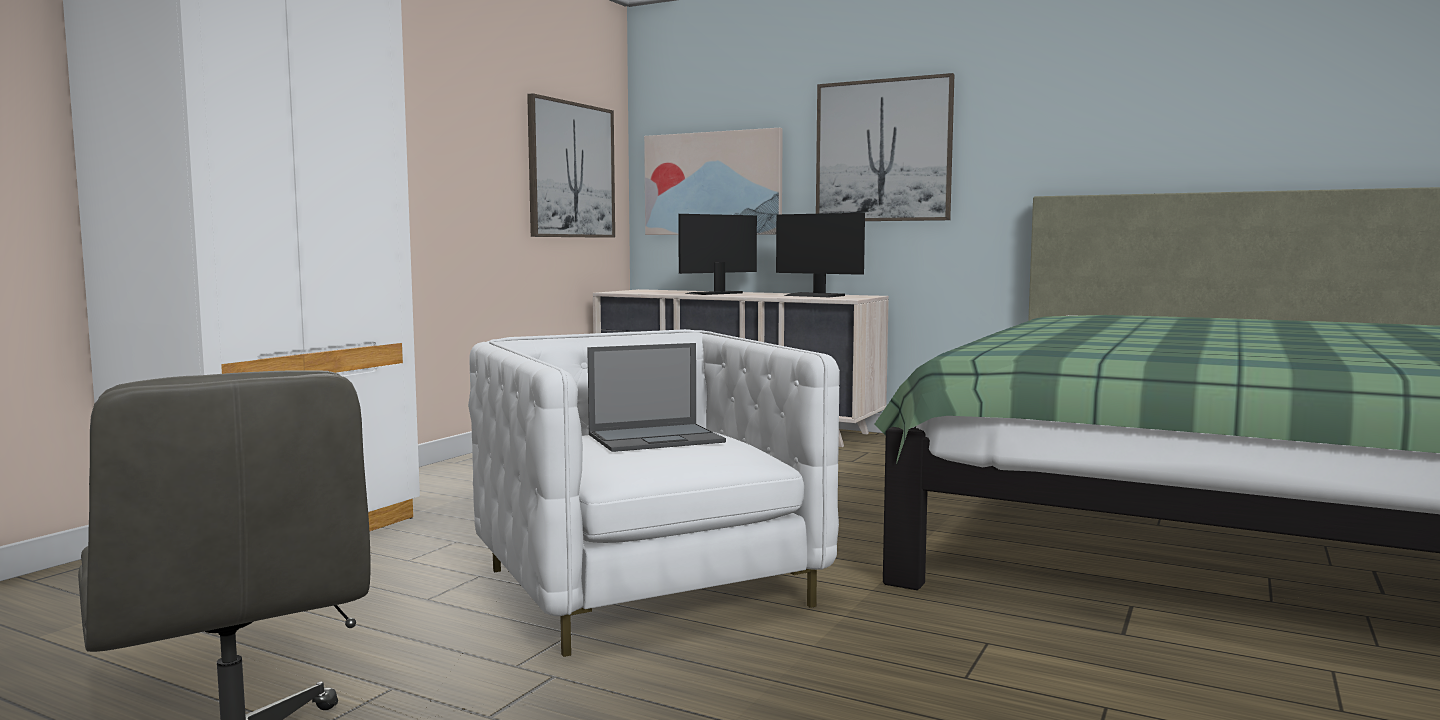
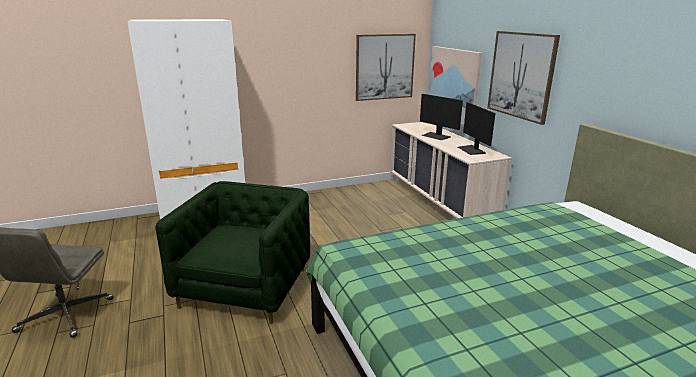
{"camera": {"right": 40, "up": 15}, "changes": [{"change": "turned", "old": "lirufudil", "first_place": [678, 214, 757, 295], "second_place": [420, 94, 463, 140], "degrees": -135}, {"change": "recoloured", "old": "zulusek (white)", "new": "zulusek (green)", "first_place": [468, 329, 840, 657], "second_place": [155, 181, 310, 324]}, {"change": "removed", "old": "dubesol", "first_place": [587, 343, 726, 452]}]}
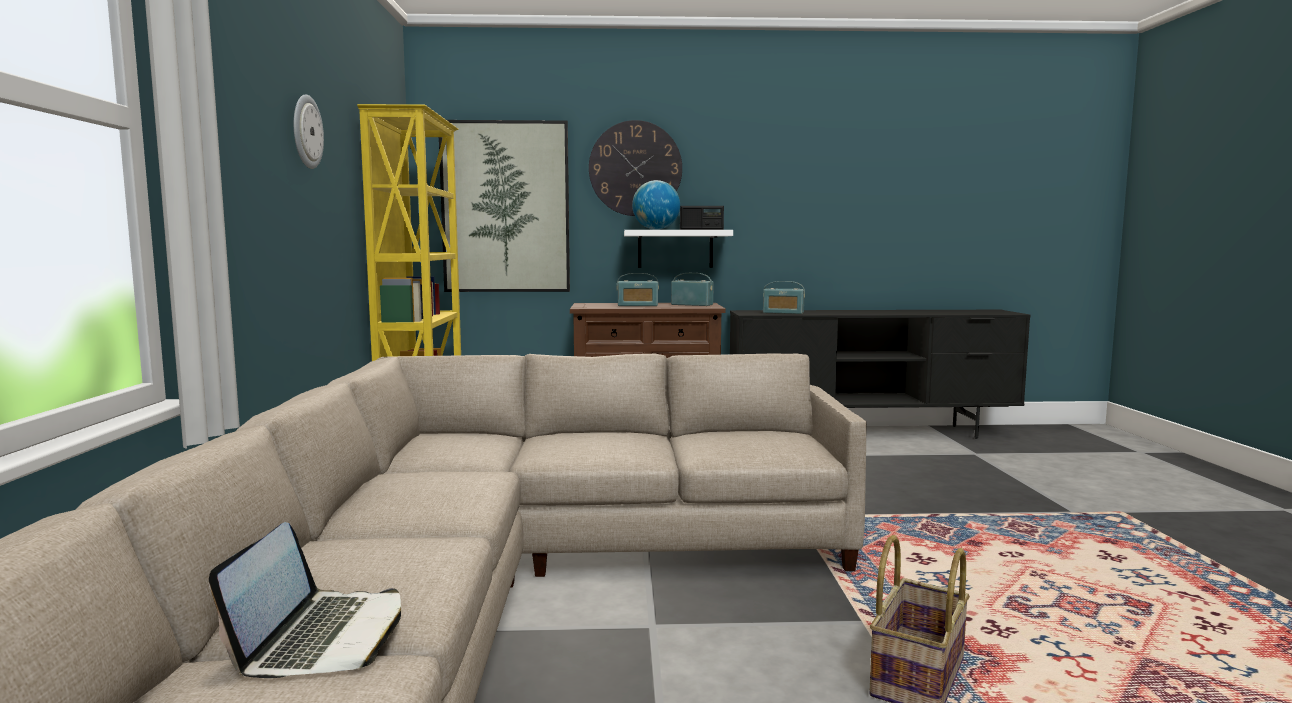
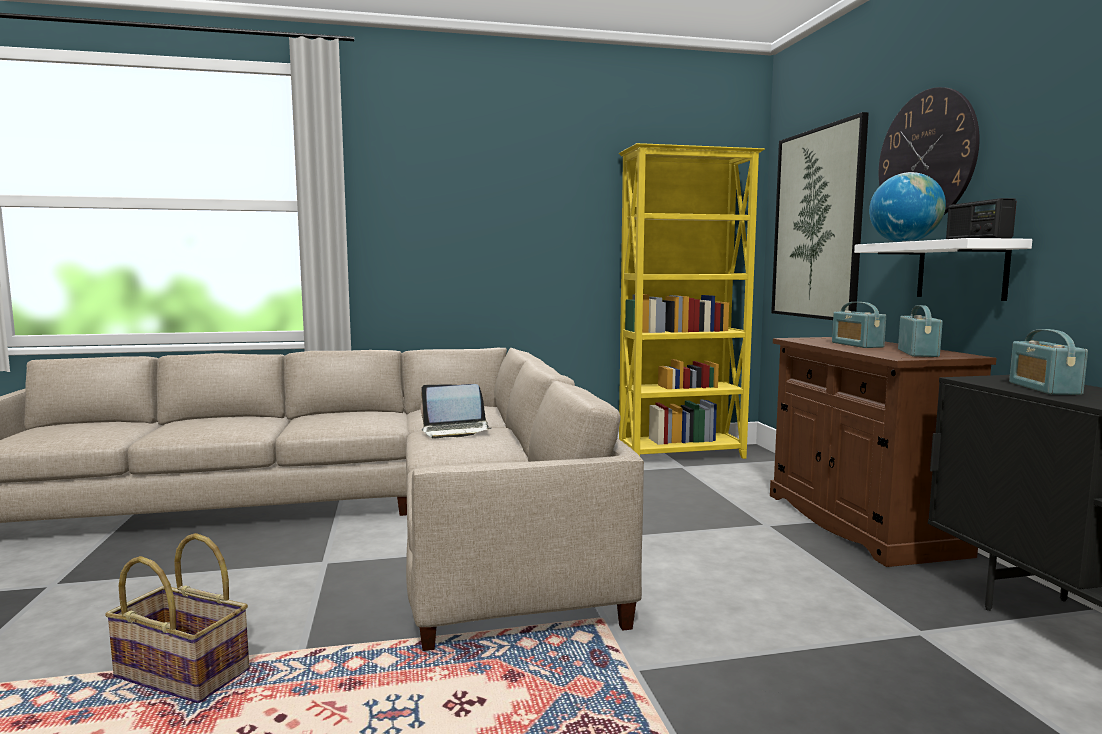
{"camera": {"right": 80, "up": 0}, "changes": [{"change": "removed", "old": "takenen", "first_place": [294, 94, 324, 169]}, {"change": "moved", "old": "dubesol", "first_place": [209, 522, 401, 678], "second_place": [421, 384, 491, 438]}]}
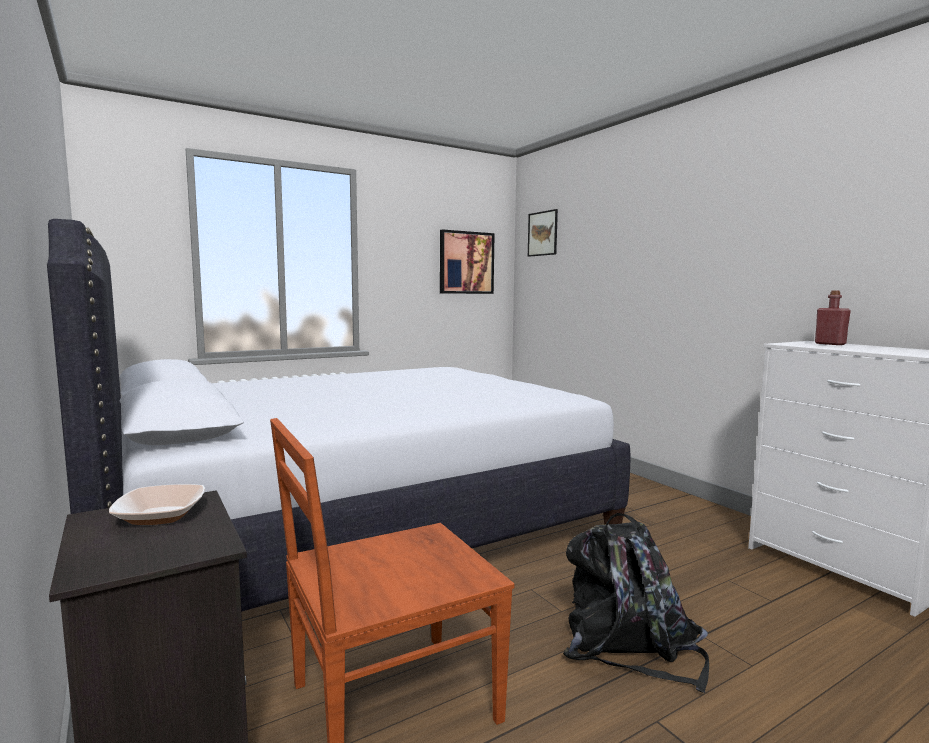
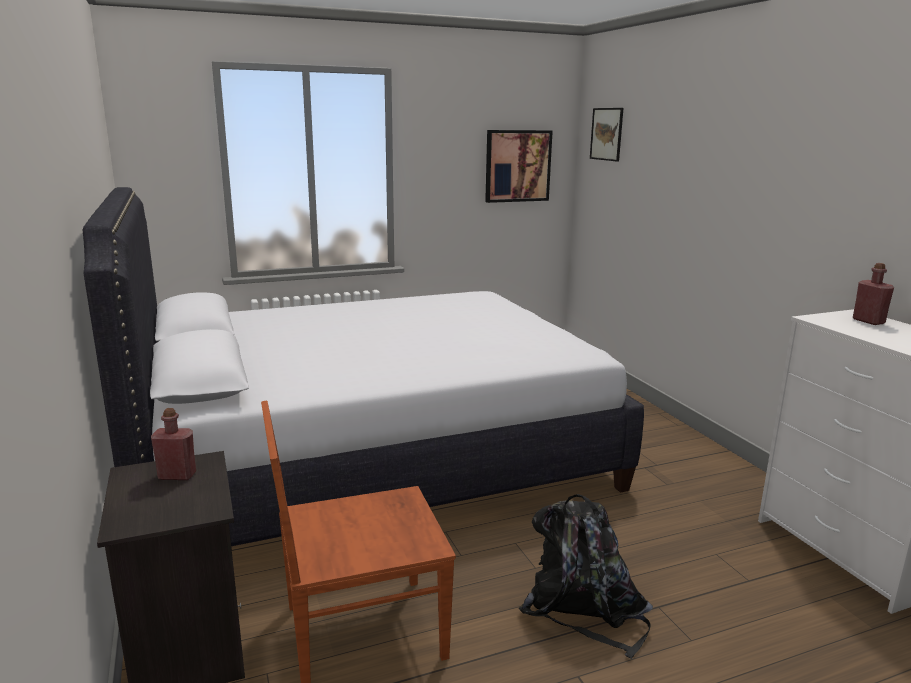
{"camera": {"right": 10, "up": 10}, "changes": [{"change": "replaced", "old": "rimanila", "new": "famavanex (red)", "first_place": [109, 484, 205, 525], "second_place": [151, 408, 196, 480]}]}
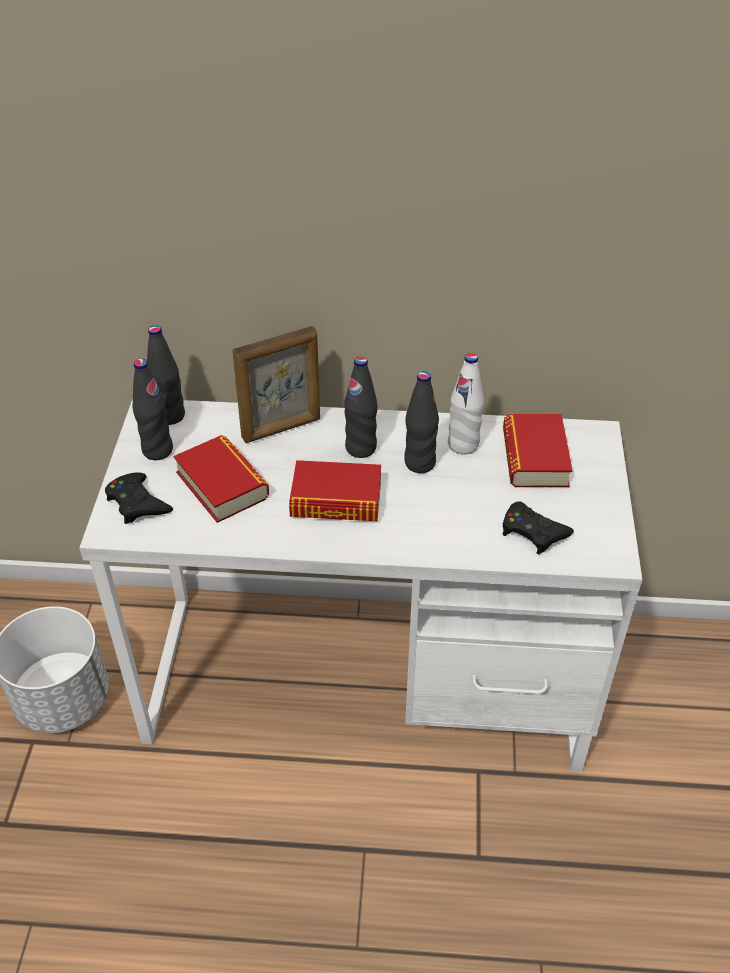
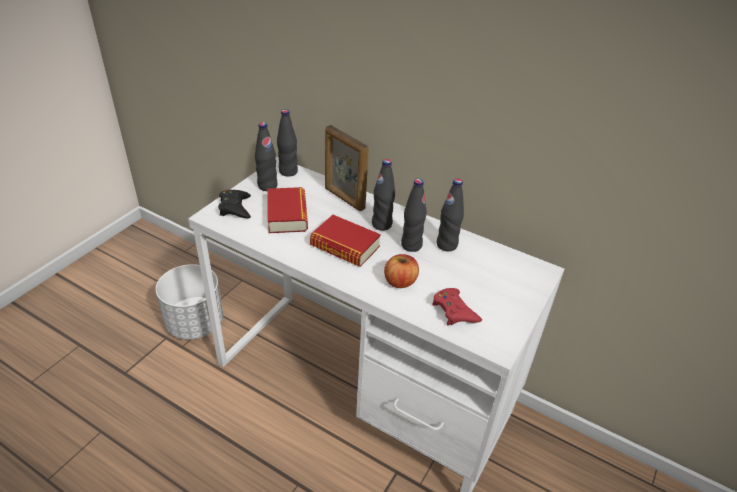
{"camera": {"right": 25, "up": -5}, "changes": [{"change": "turned", "old": "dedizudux", "first_place": [233, 326, 320, 443], "second_place": [325, 125, 369, 212], "degrees": 45}, {"change": "recoloured", "old": "famavanex (white)", "new": "famavanex (black)", "first_place": [448, 353, 484, 455], "second_place": [437, 179, 464, 252]}, {"change": "removed", "old": "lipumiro", "first_place": [503, 414, 573, 487]}, {"change": "recoloured", "old": "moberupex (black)", "new": "moberupex (red)", "first_place": [503, 501, 574, 555], "second_place": [432, 288, 482, 325]}, {"change": "added", "new": "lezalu", "second_place": [384, 254, 419, 288]}]}
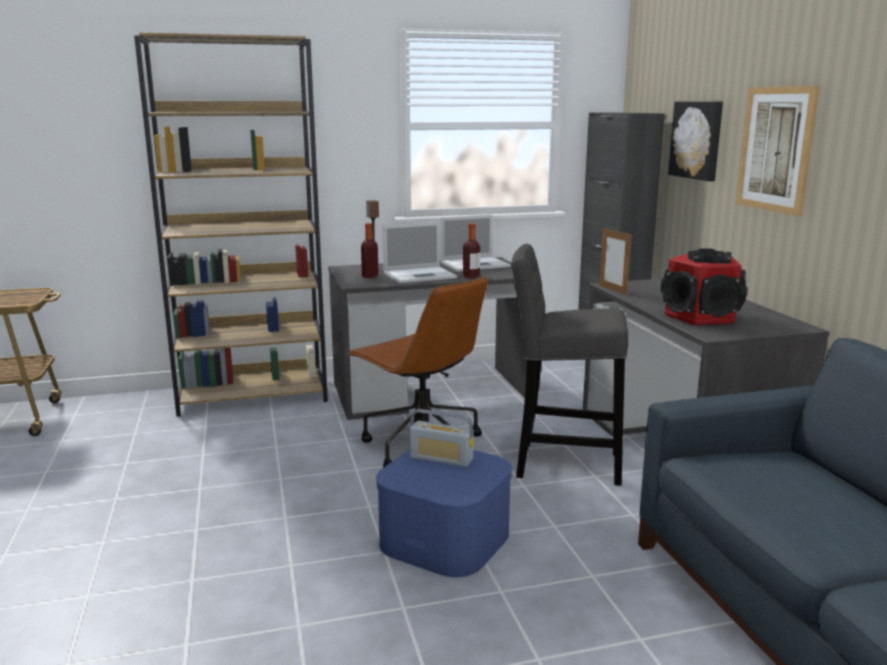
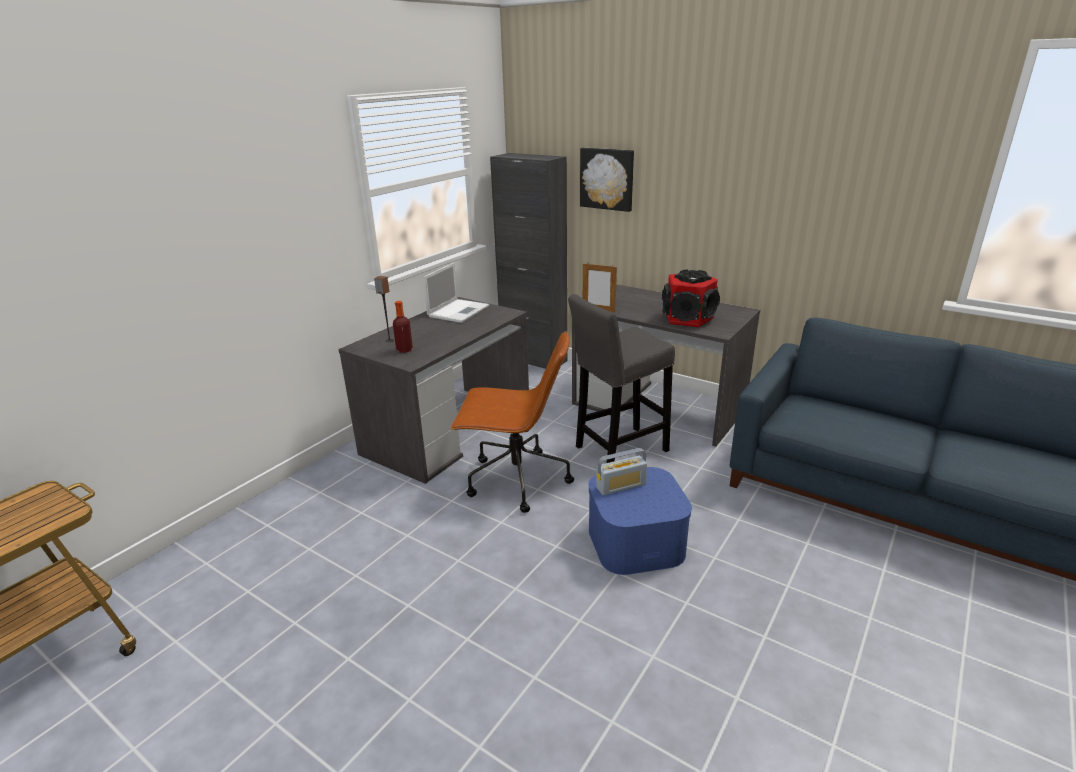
{"camera": {"right": -40, "up": 10}, "changes": [{"change": "removed", "old": "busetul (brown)", "first_place": [134, 32, 328, 417]}, {"change": "removed", "old": "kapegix", "first_place": [736, 86, 820, 216]}, {"change": "removed", "old": "dubesol", "first_place": [382, 222, 457, 283]}, {"change": "removed", "old": "famavanex", "first_place": [463, 223, 480, 278]}]}
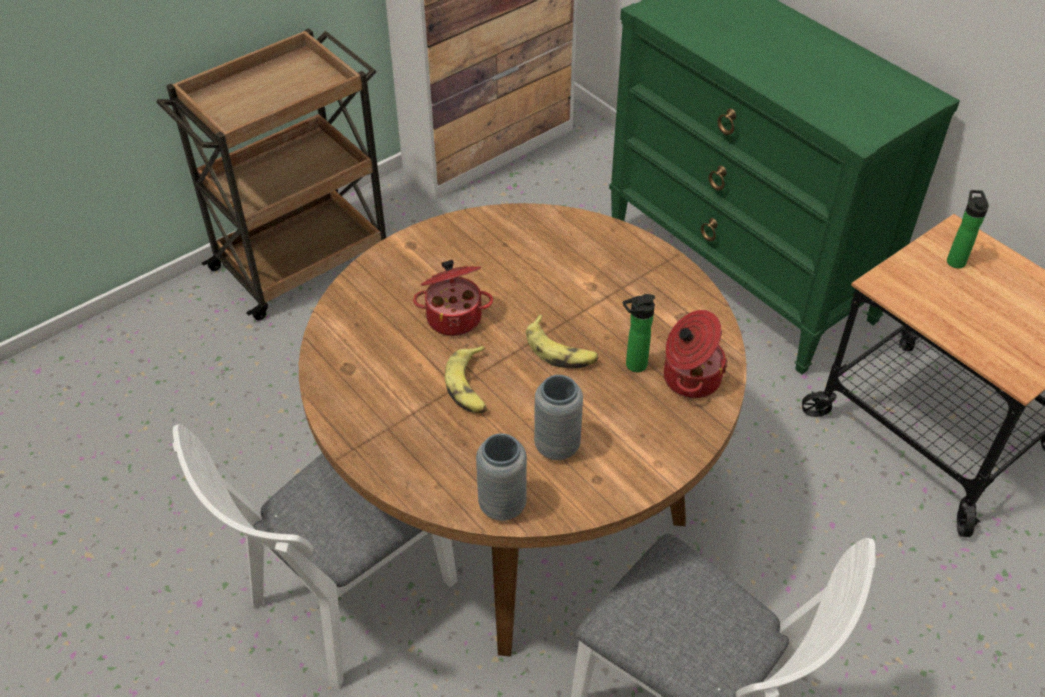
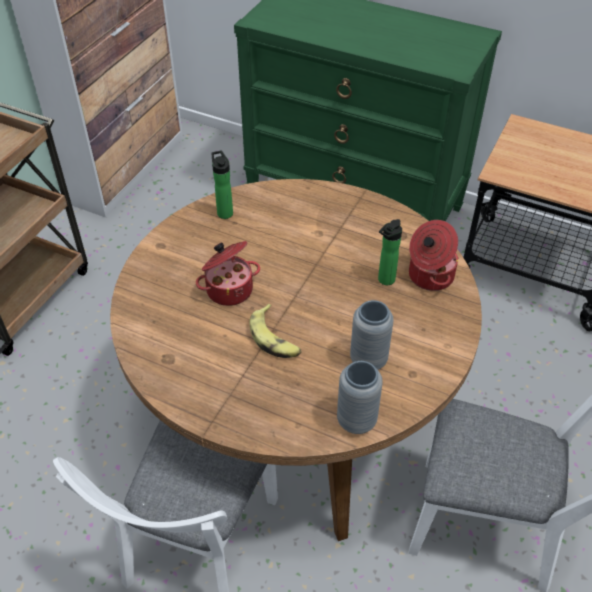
{"camera": {"right": -25, "up": 0}, "changes": [{"change": "moved", "old": "famavanex", "first_place": [947, 190, 989, 268], "second_place": [212, 151, 233, 219]}, {"change": "removed", "old": "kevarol", "first_place": [526, 315, 599, 369]}]}
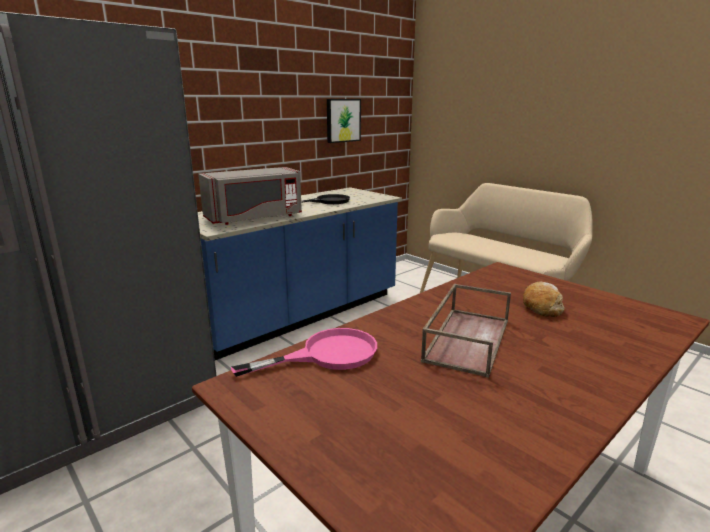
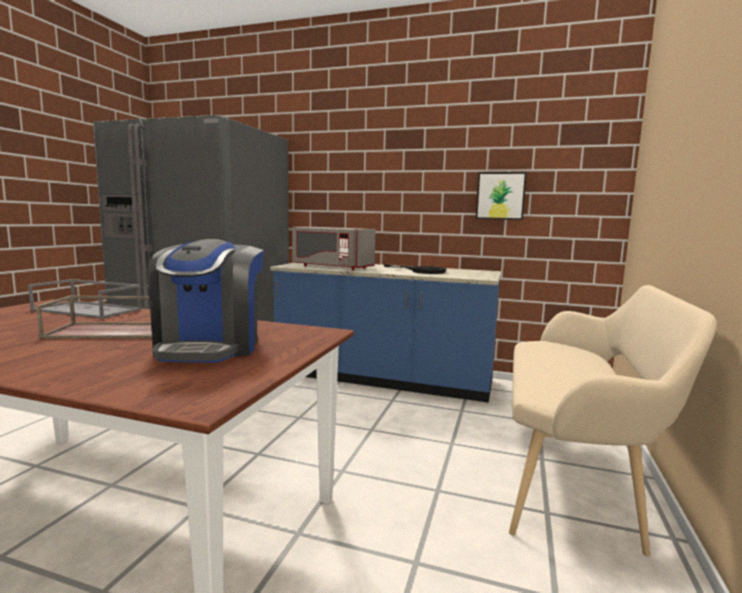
{"camera": {"right": 60, "up": -10}, "changes": [{"change": "replaced", "old": "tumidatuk", "new": "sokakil", "first_place": [523, 282, 565, 317], "second_place": [148, 239, 264, 363]}, {"change": "replaced", "old": "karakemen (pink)", "new": "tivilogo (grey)", "first_place": [231, 328, 377, 377], "second_place": [28, 279, 142, 319]}]}
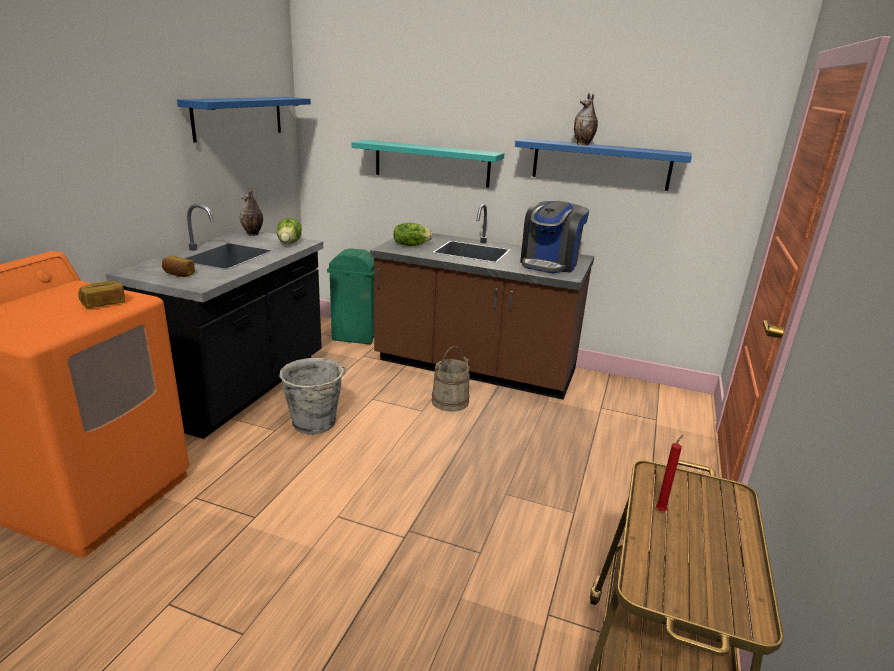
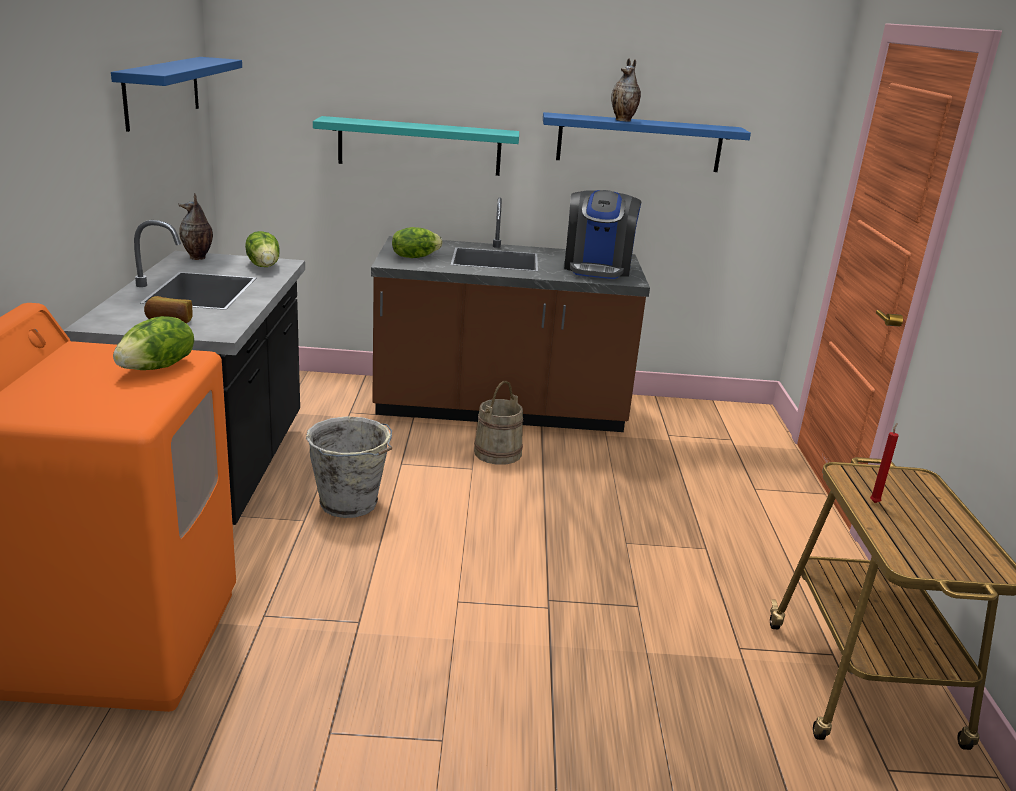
{"camera": {"right": -20, "up": 0}, "changes": [{"change": "removed", "old": "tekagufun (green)", "first_place": [327, 248, 374, 344]}, {"change": "replaced", "old": "tumidatuk", "new": "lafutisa", "first_place": [78, 281, 125, 308], "second_place": [113, 316, 194, 370]}]}
